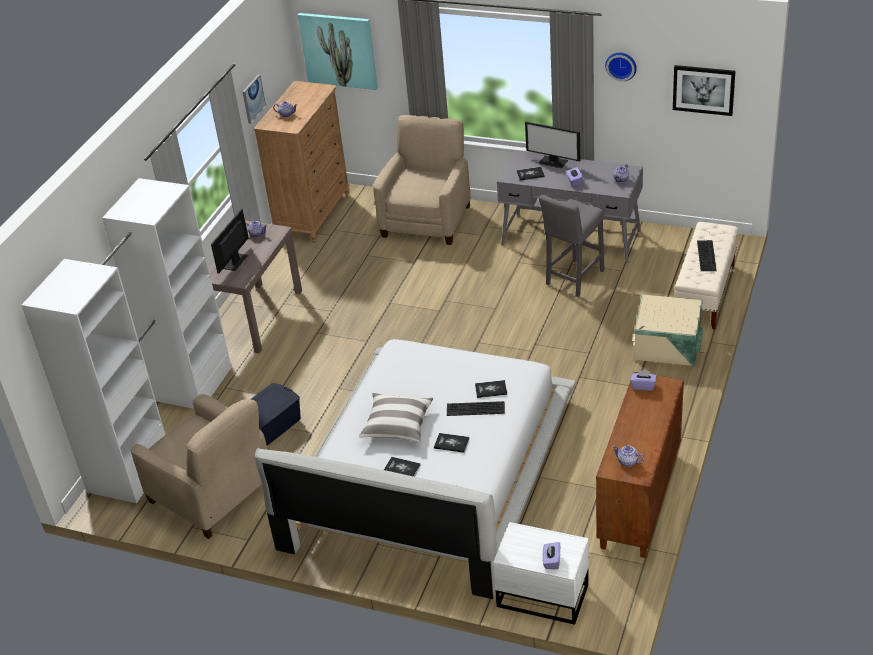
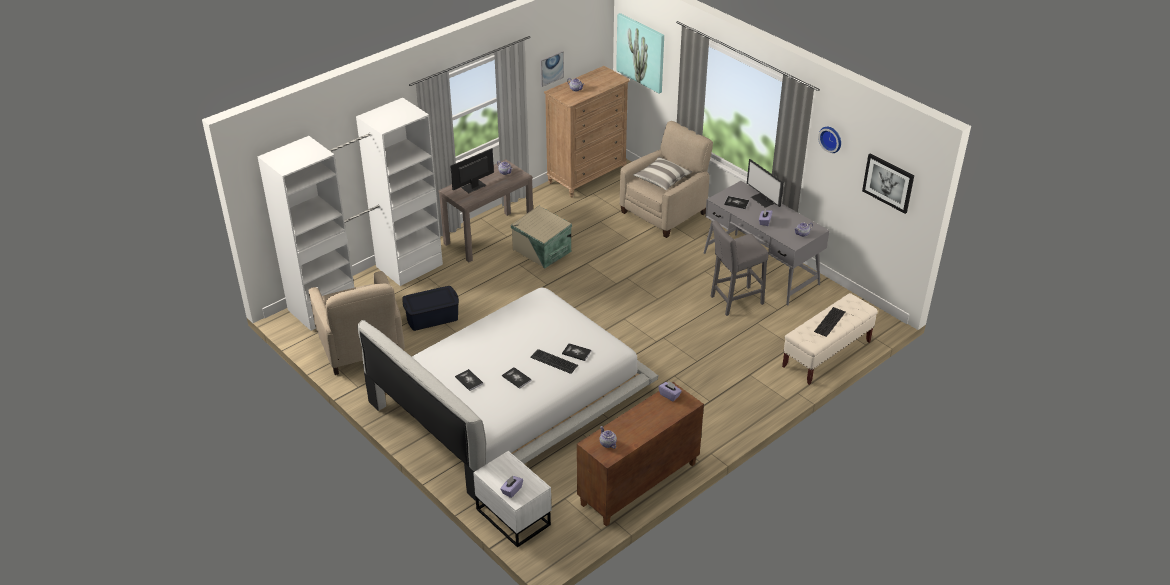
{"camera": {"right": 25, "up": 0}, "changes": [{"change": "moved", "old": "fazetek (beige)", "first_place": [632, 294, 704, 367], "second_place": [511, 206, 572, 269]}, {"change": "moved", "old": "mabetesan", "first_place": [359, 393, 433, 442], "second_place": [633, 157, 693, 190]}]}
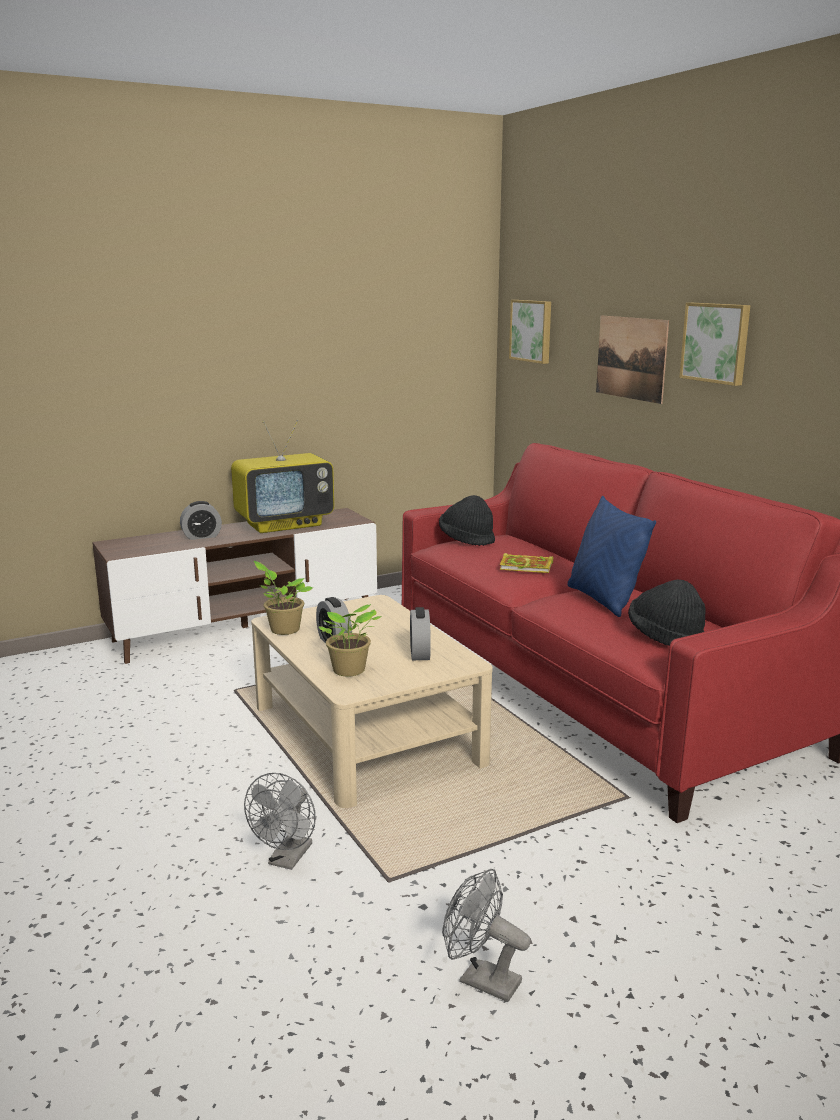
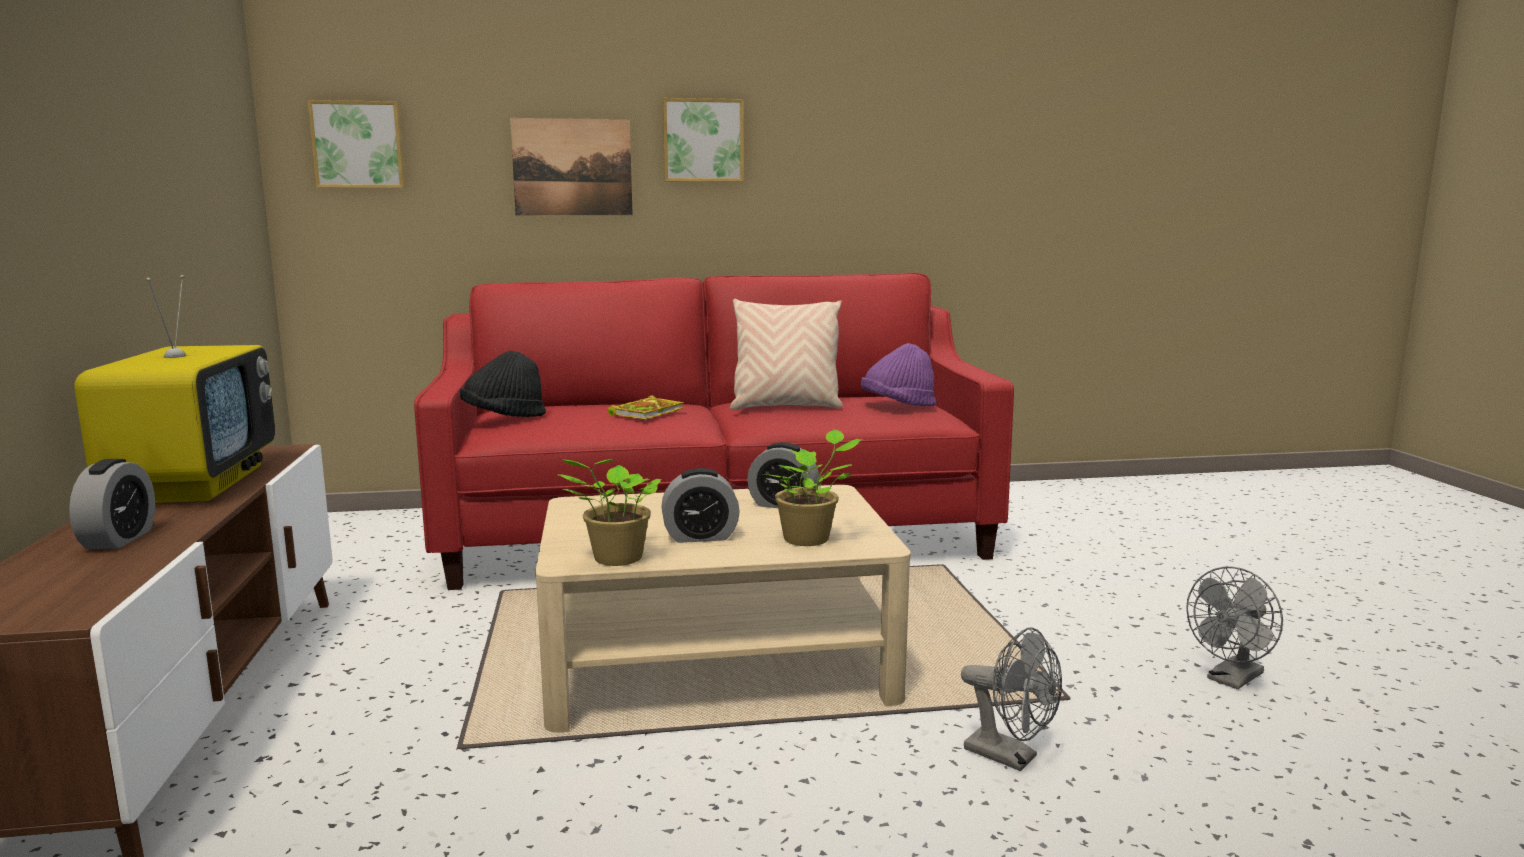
{"camera": {"right": -70, "up": -5}, "changes": [{"change": "recoloured", "old": "mabetesan (blue)", "new": "mabetesan (beige)", "first_place": [568, 496, 656, 617], "second_place": [730, 299, 843, 410]}, {"change": "recoloured", "old": "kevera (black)", "new": "kevera (purple)", "first_place": [628, 580, 706, 646], "second_place": [861, 343, 936, 407]}]}
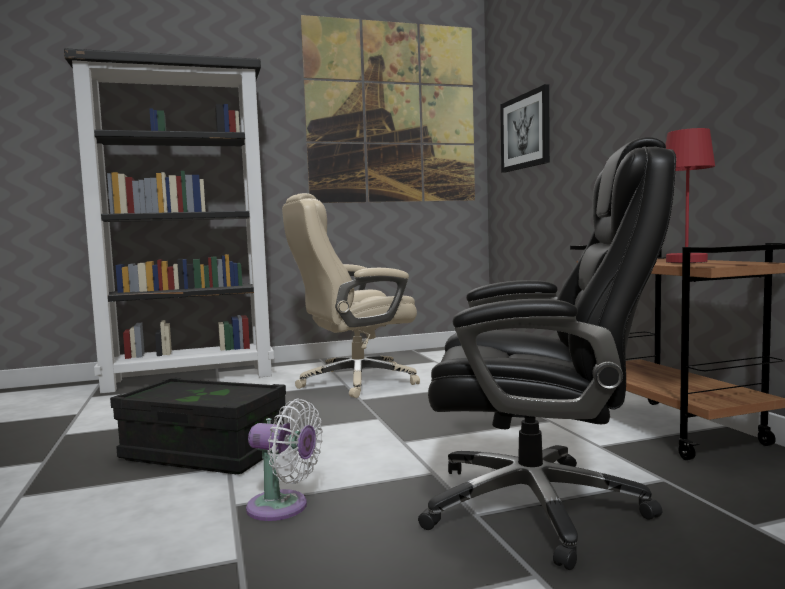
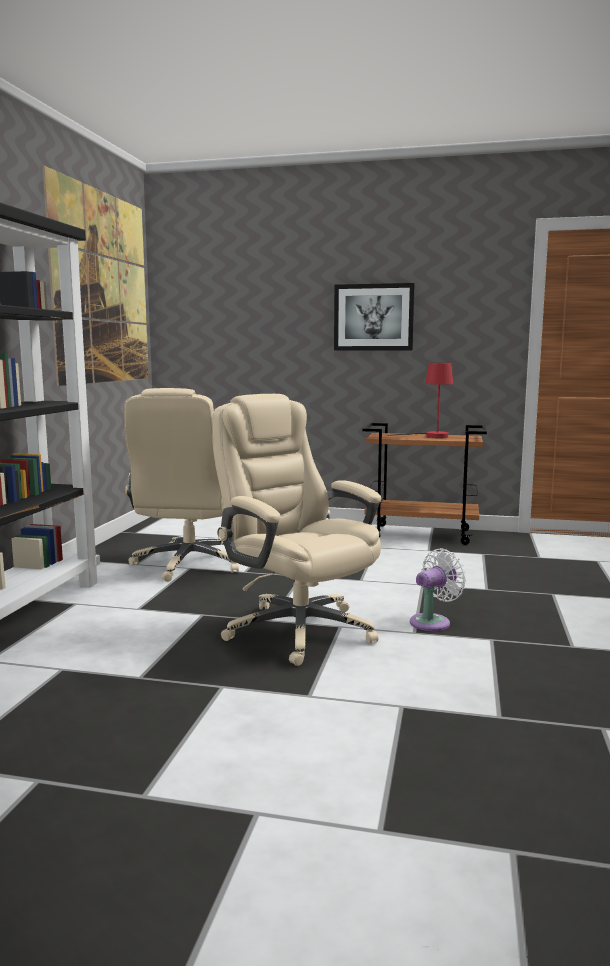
{"camera": {"right": -60, "up": 5}, "changes": [{"change": "moved", "old": "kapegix", "first_place": [500, 84, 550, 173], "second_place": [334, 283, 415, 351]}, {"change": "removed", "old": "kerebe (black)", "first_place": [418, 137, 676, 570]}, {"change": "replaced", "old": "fazetek (black)", "new": "kerebe (beige)", "first_place": [110, 377, 286, 474], "second_place": [212, 394, 381, 666]}]}
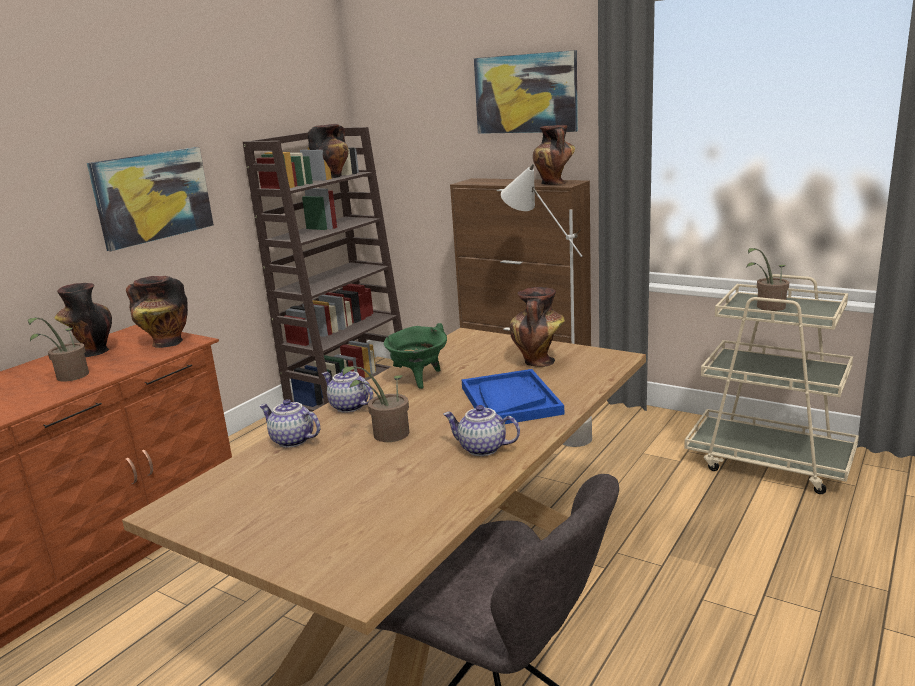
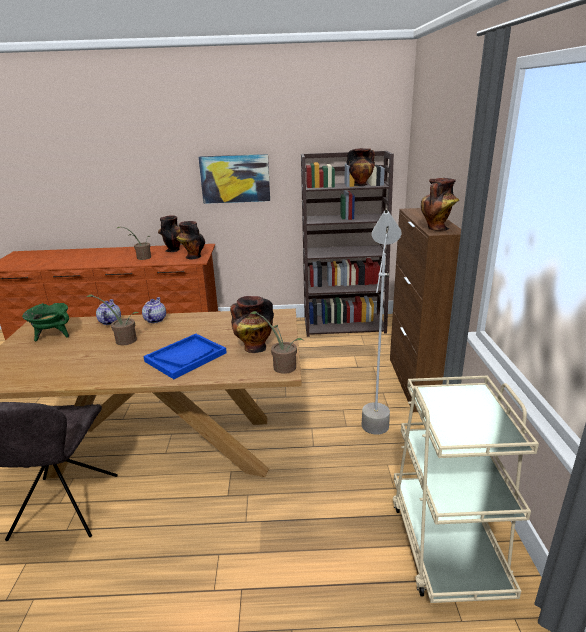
{"camera": {"right": 55, "up": 5}, "changes": [{"change": "removed", "old": "kapegix", "first_place": [474, 50, 578, 134]}, {"change": "moved", "old": "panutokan", "first_place": [746, 248, 789, 311], "second_place": [250, 311, 303, 374]}, {"change": "moved", "old": "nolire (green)", "first_place": [384, 323, 447, 389], "second_place": [22, 303, 69, 341]}, {"change": "removed", "old": "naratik", "first_place": [443, 405, 520, 456]}]}
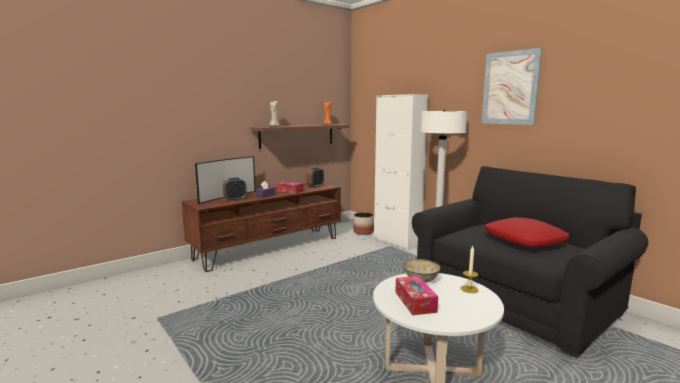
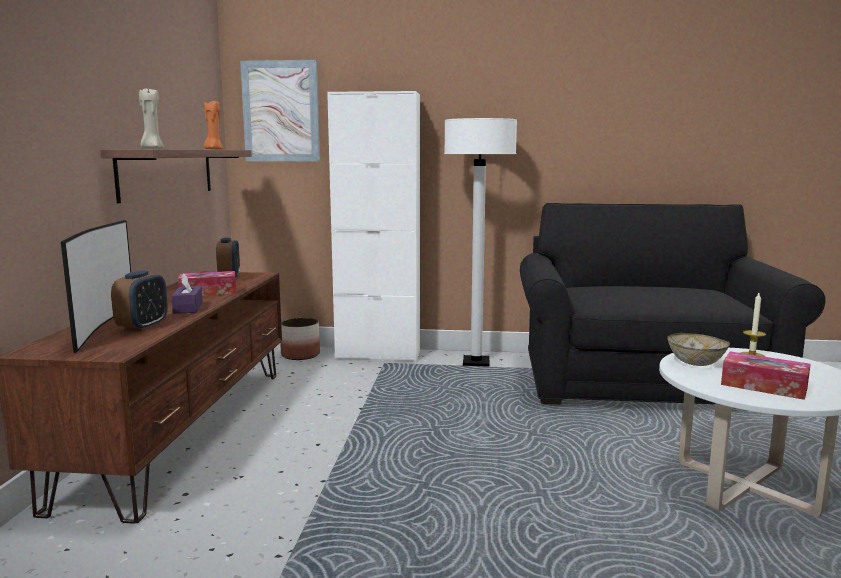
{"camera": {"right": -45, "up": 0}, "changes": [{"change": "moved", "old": "kapegix", "first_place": [482, 48, 542, 125], "second_place": [240, 60, 320, 161]}, {"change": "removed", "old": "mabetesan (red)", "first_place": [485, 217, 569, 247]}]}
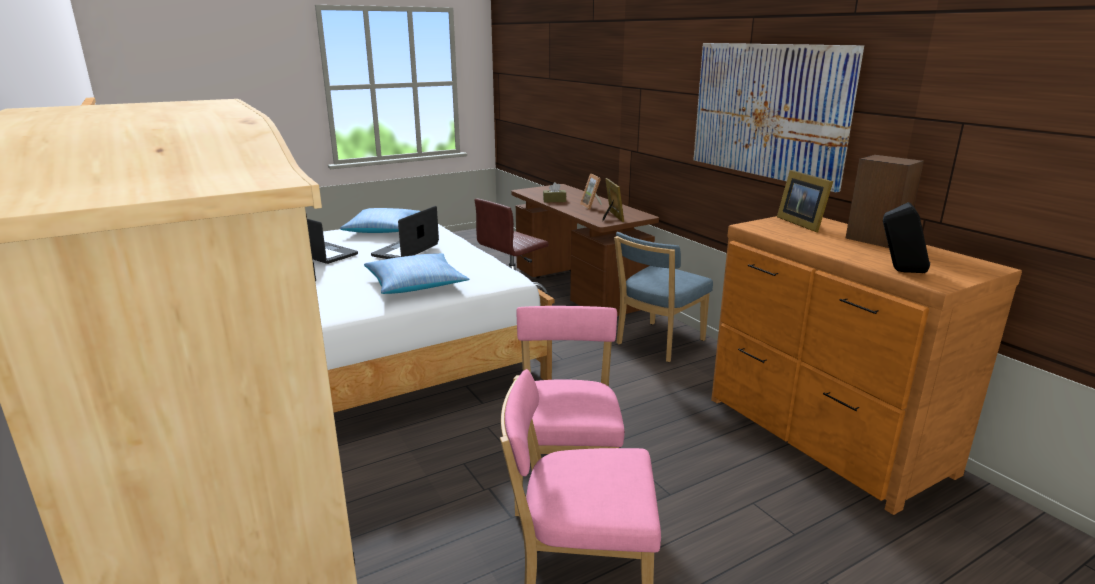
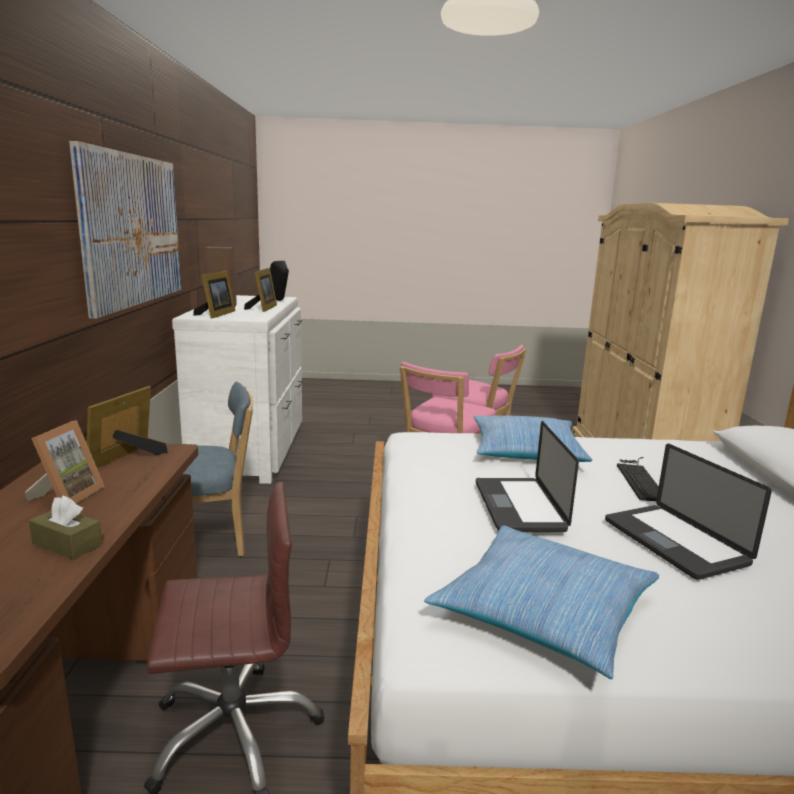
{"camera": {"right": -150, "up": -5}, "changes": [{"change": "turned", "old": "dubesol", "first_place": [371, 206, 439, 259], "second_place": [476, 421, 579, 532], "degrees": 120}, {"change": "recoloured", "old": "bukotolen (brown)", "new": "bukotolen (white)", "first_place": [711, 216, 1022, 515], "second_place": [172, 295, 303, 484]}, {"change": "added", "new": "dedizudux", "second_place": [244, 268, 277, 312]}, {"change": "added", "new": "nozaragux", "second_place": [617, 457, 659, 501]}]}
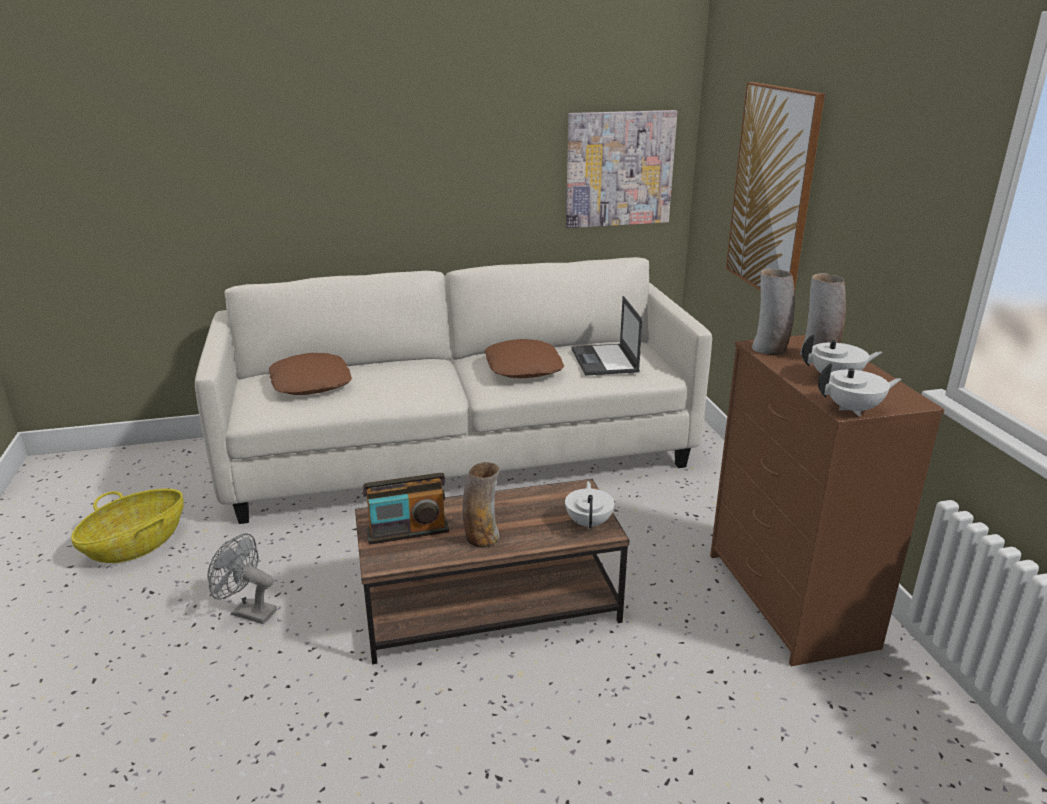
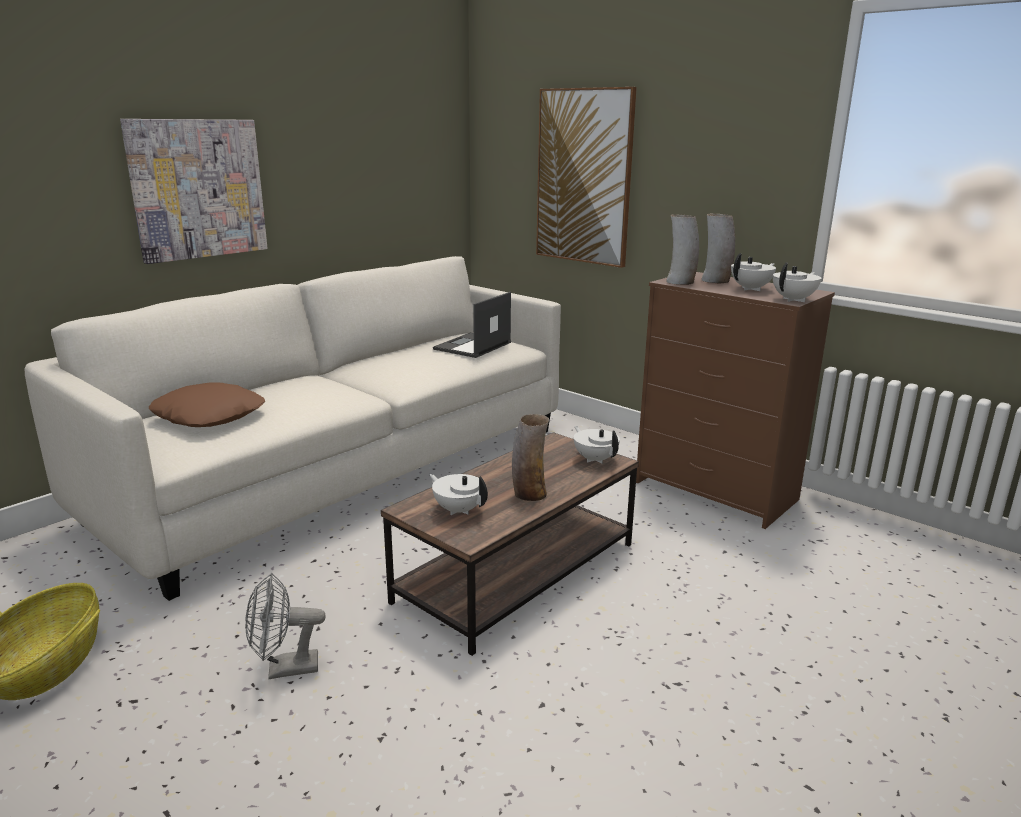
{"camera": {"right": -35, "up": -5}, "changes": [{"change": "moved", "old": "kapegix", "first_place": [566, 110, 677, 228], "second_place": [120, 119, 268, 264]}, {"change": "turned", "old": "dubesol", "first_place": [571, 296, 643, 376], "second_place": [433, 292, 511, 358], "degrees": 75}, {"change": "removed", "old": "mabetesan (brown)", "first_place": [485, 339, 564, 378]}, {"change": "replaced", "old": "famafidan", "new": "naratik (white)", "first_place": [363, 473, 449, 545], "second_place": [429, 474, 488, 515]}]}
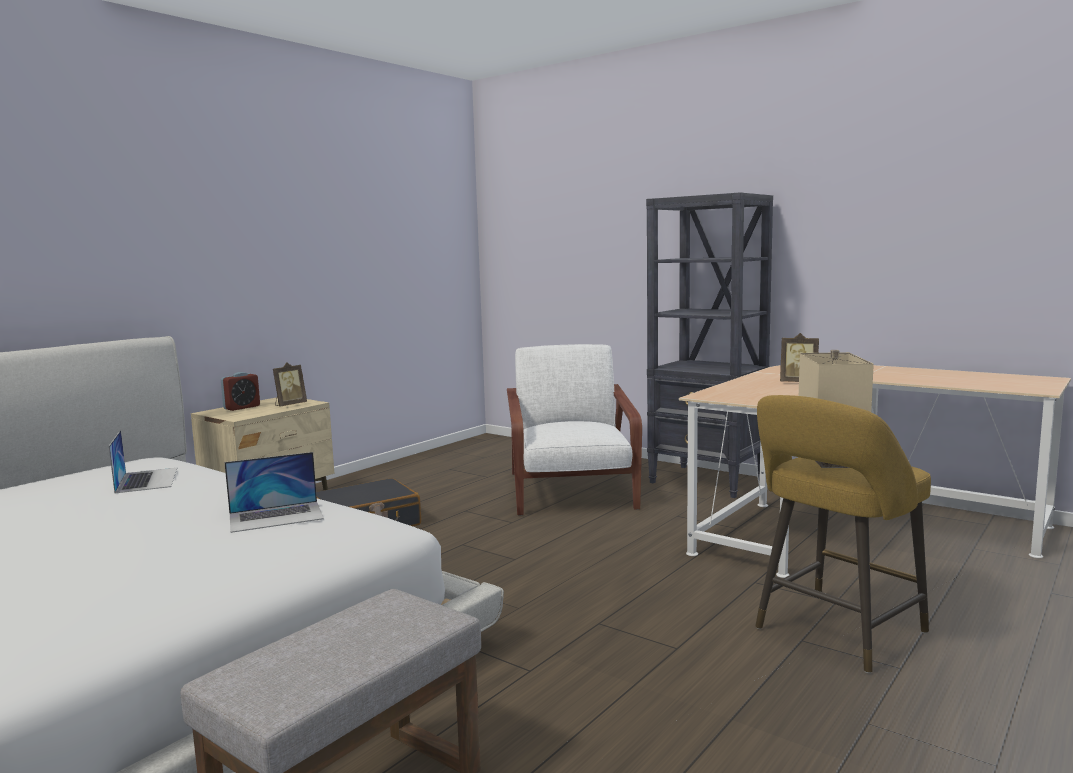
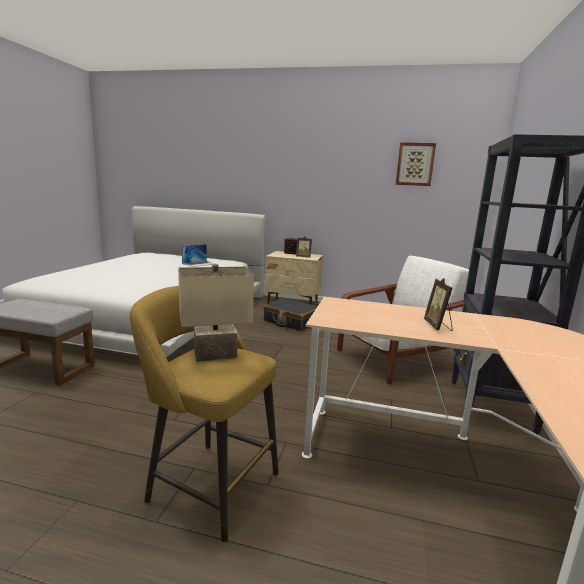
{"camera": {"right": 65, "up": 5}, "changes": [{"change": "removed", "old": "dubesol", "first_place": [224, 452, 324, 533]}, {"change": "added", "new": "kapegix", "second_place": [396, 142, 436, 186]}]}
